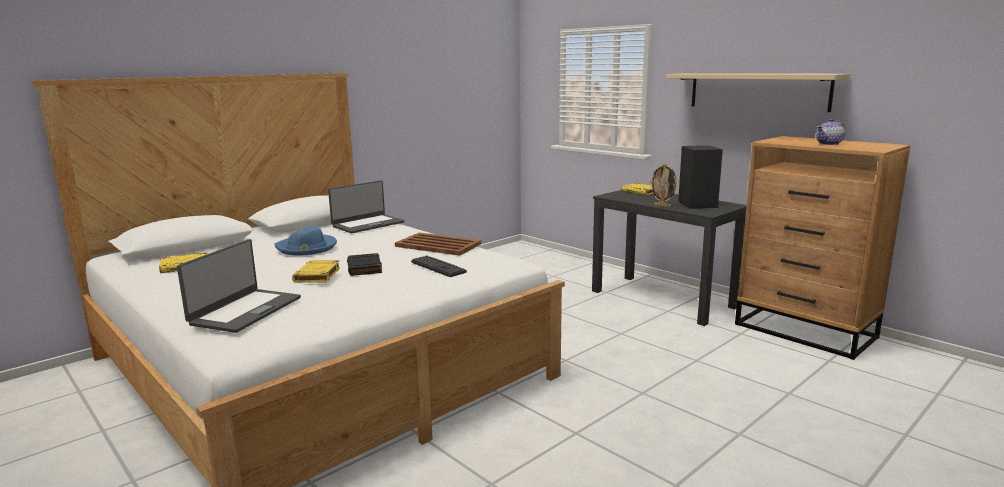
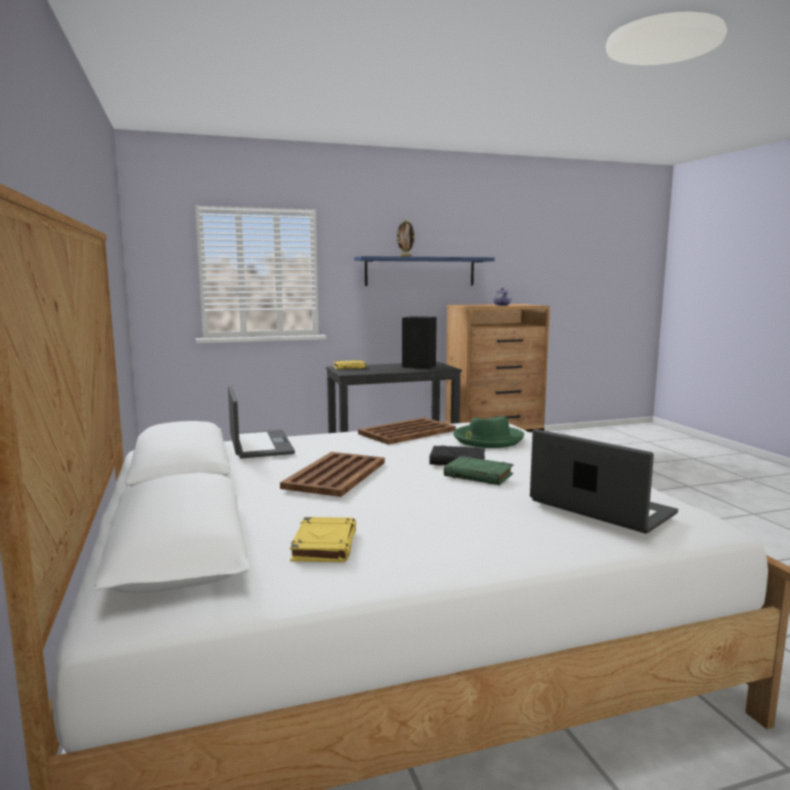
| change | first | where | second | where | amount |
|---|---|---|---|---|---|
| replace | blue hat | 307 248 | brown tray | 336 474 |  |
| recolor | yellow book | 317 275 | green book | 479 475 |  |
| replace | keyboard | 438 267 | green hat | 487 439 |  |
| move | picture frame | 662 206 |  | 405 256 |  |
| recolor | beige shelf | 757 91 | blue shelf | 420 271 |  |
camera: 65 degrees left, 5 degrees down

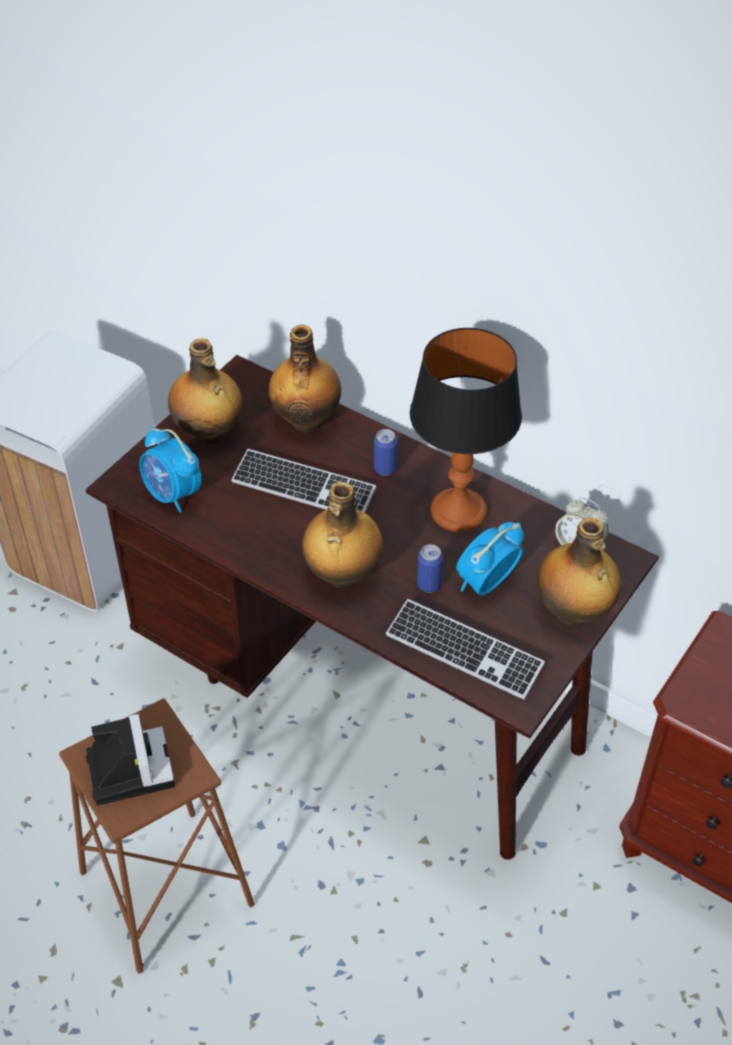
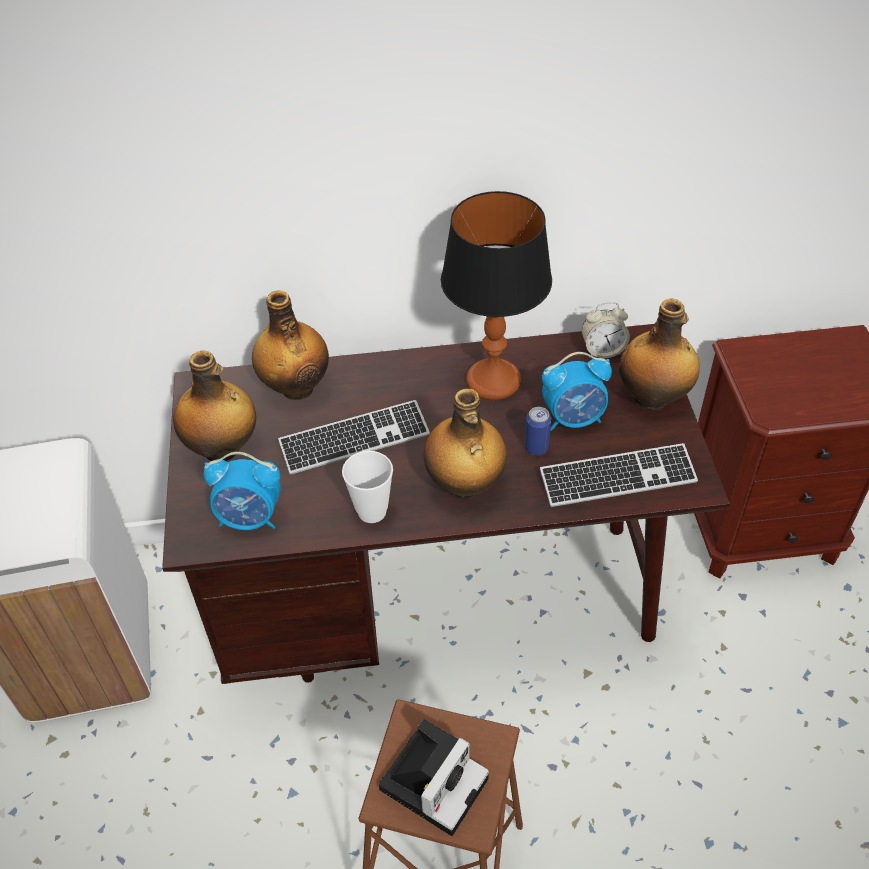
| change | first | where | second | where | amount |
|---|---|---|---|---|---|
| rotate | photo camera | 129 767 |  | 434 780 | 90 degrees clockwise |
| delete | can | 385 469 |  |  |  |
| rotate | alarm clock | 486 583 |  | 573 419 | 105 degrees counterclockwise |
| insert |  |  | cup | 372 511 |  |
camera: 40 degrees left, 0 degrees up

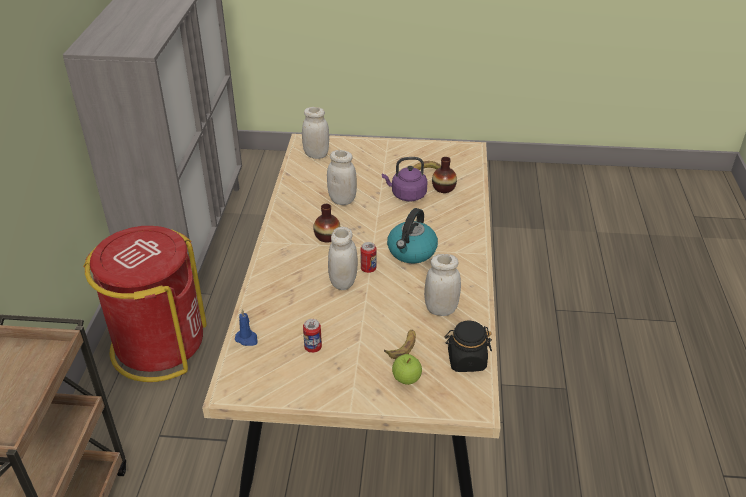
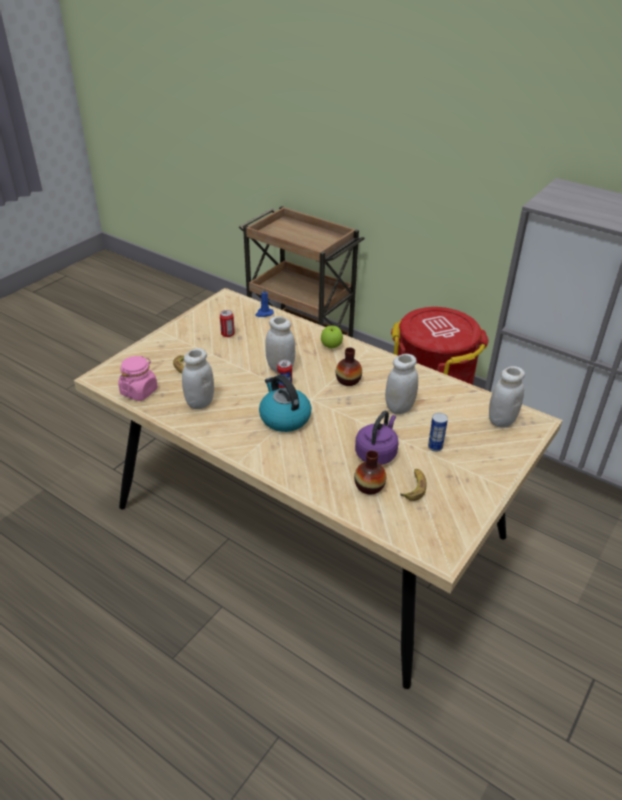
| change | first | where | second | where | amount |
|---|---|---|---|---|---|
| move | apple | 406 379 |  | 331 346 |  |
| recolor | black jar | 466 360 | pink jar | 139 391 |  |
| insert |  |  | can | 435 447 |  |
camera: 120 degrees right, 0 degrees up

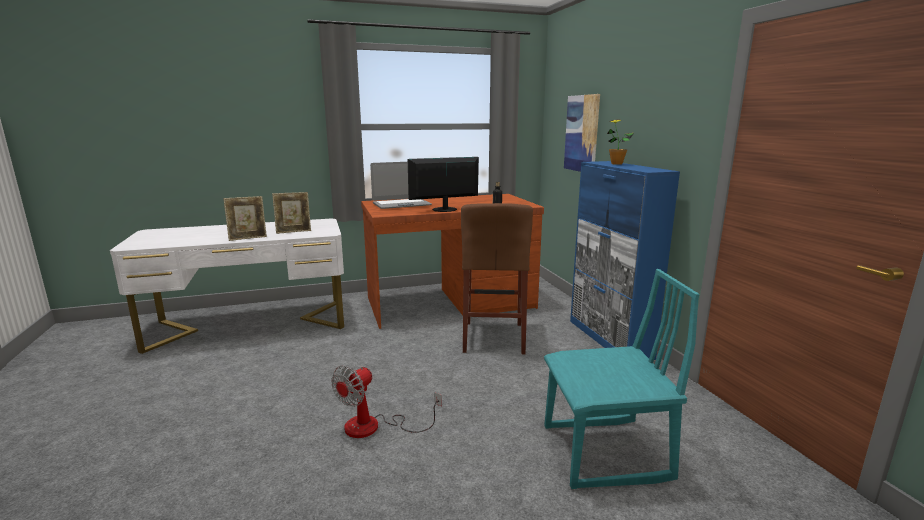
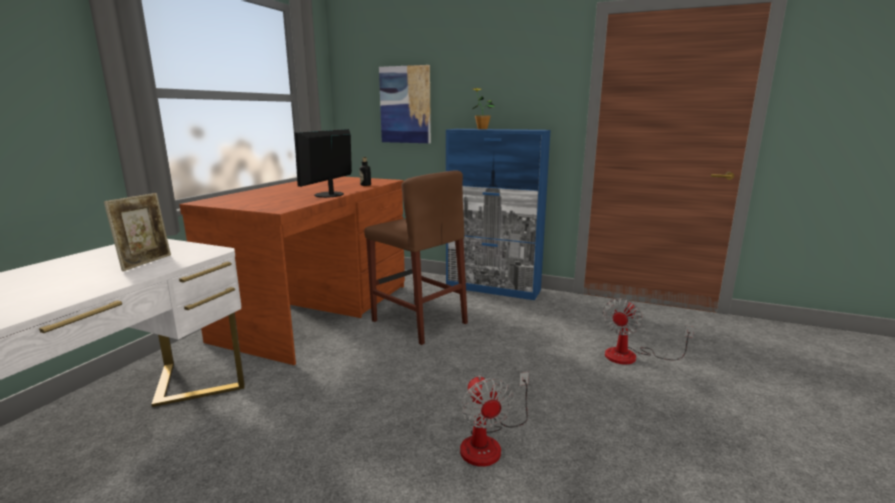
| change | first | where | second | where | amount |
|---|---|---|---|---|---|
| delete | picture frame | 248 238 |  |  |  |
| delete | laptop | 401 204 |  |  |  |
| replace | turquoise chair | 605 453 | fan | 631 356 |  |
camera: 50 degrees left, 0 degrees up

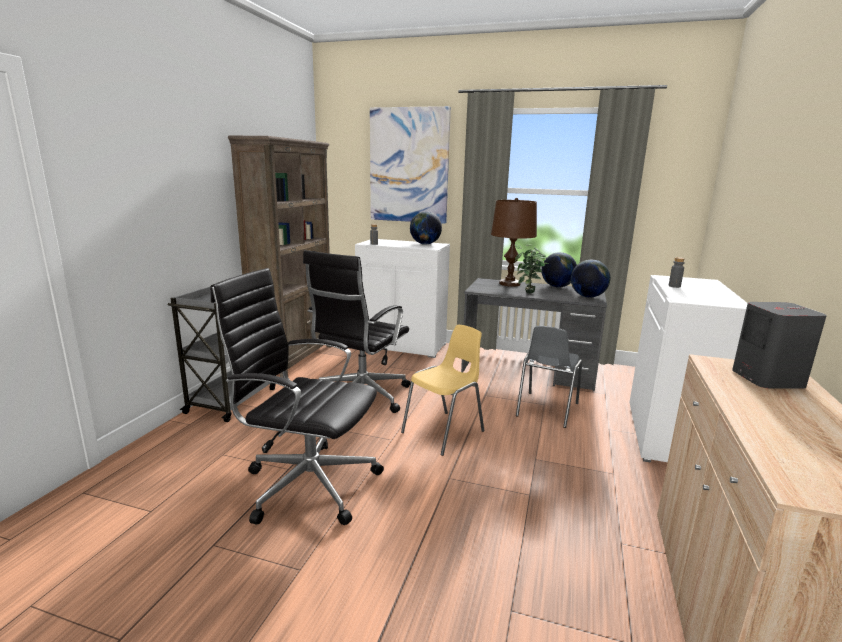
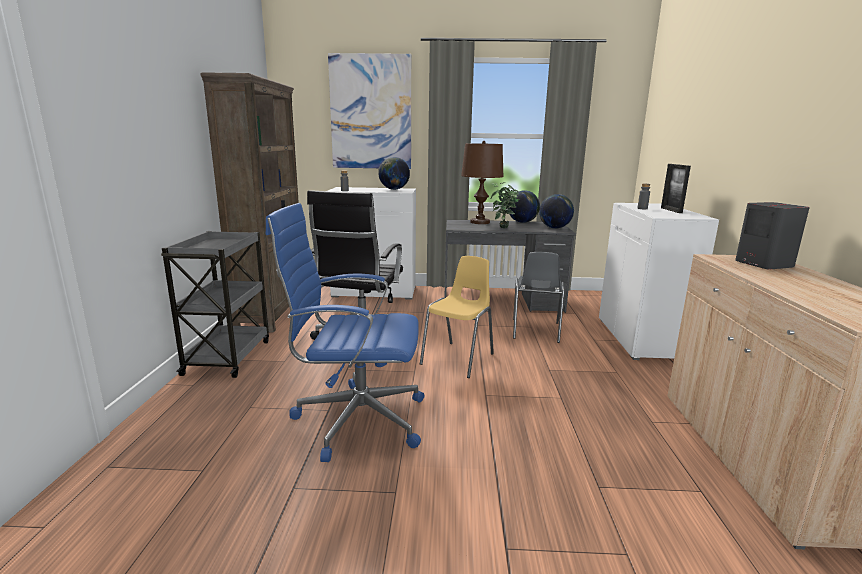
| change | first | where | second | where | amount |
|---|---|---|---|---|---|
| recolor | black office chair | 307 483 | blue office chair | 356 419 |  |
| insert |  |  | picture frame | 671 210 |  |
camera: 15 degrees left, 0 degrees up

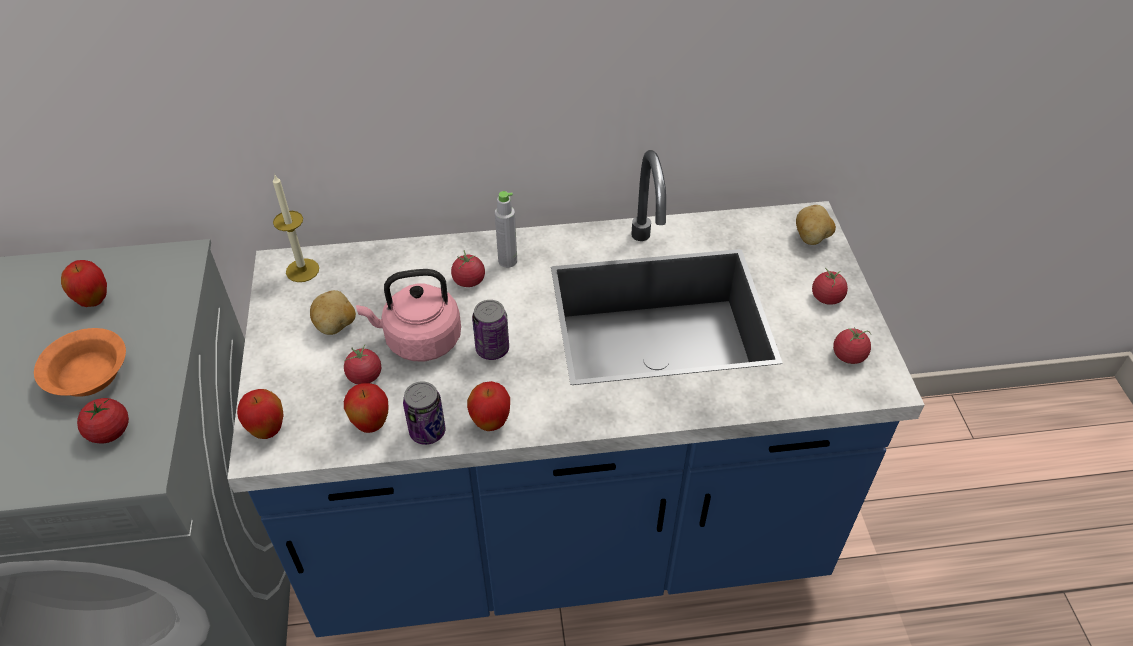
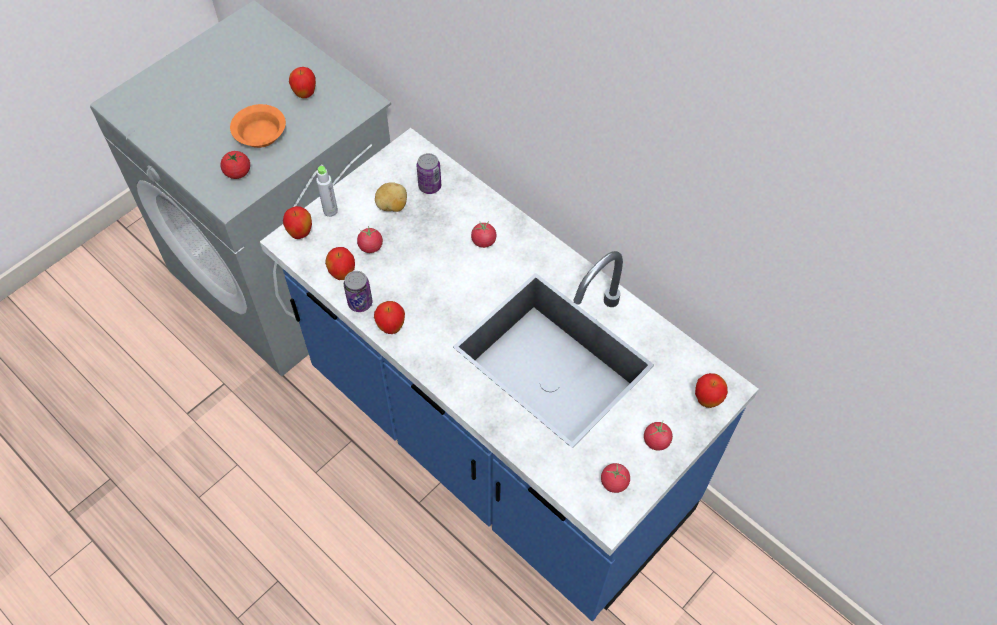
| change | first | where | second | where | amount |
|---|---|---|---|---|---|
| delete | candle | 302 270 |  |  |  |
| delete | pink kettle | 419 340 |  |  |  |
| move | can | 492 349 |  | 430 186 |  |
| move | grey bottle | 507 261 |  | 330 211 |  |
| replace | potato | 811 238 | apple | 707 400 |  |
camera: 50 degrees right, 10 degrees up

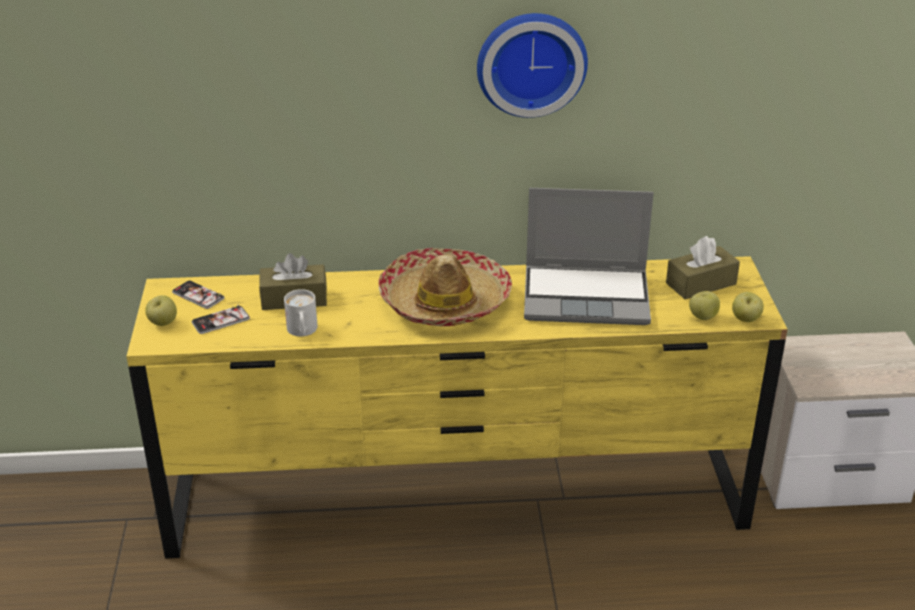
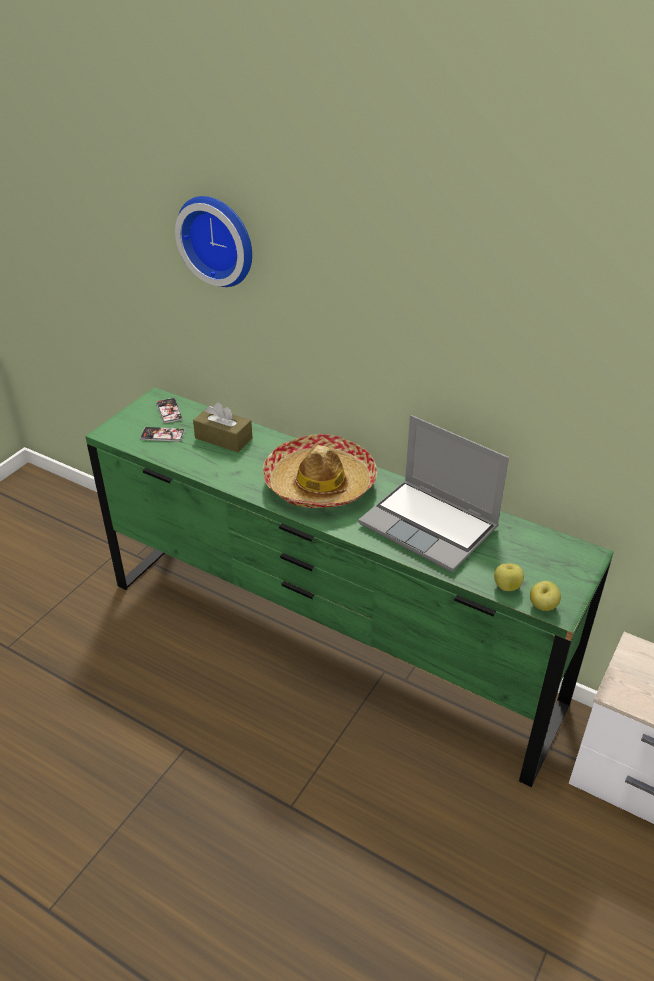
| change | first | where | second | where | amount |
|---|---|---|---|---|---|
| recolor | yellow dresser | 457 501 | green dresser | 327 642 |  |
| delete | apple | 163 323 |  |  |  |
| delete | white mug | 302 332 |  |  |  |
| move | wall clock | 531 62 |  | 219 239 |  |
| delete | brown tissue box | 701 284 |  |  |  |
camera: 35 degrees right, 5 degrees up

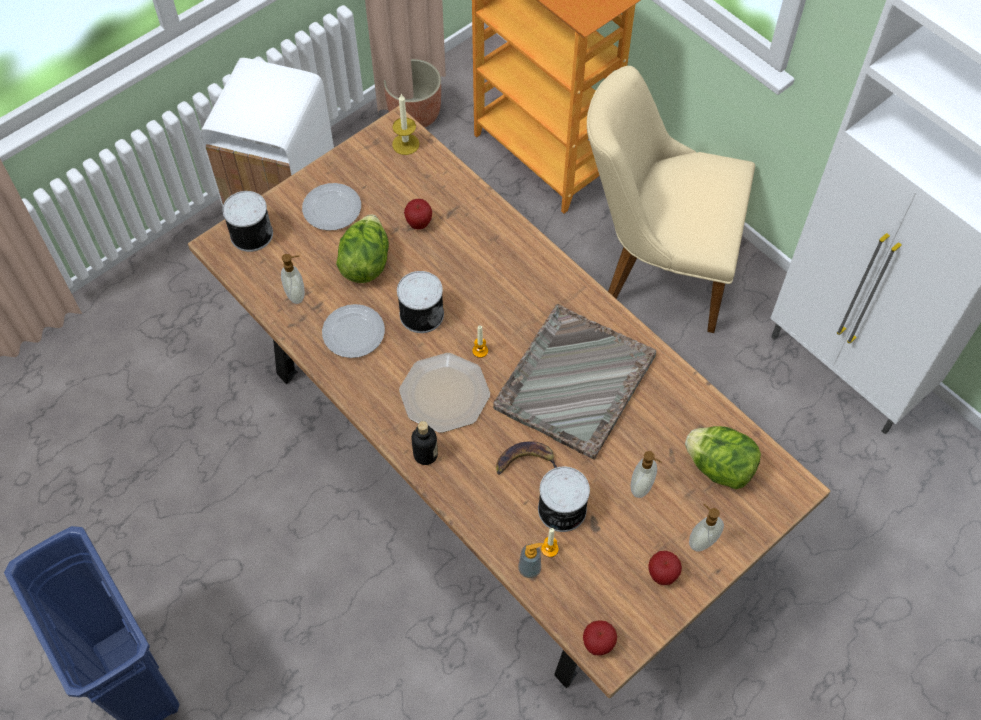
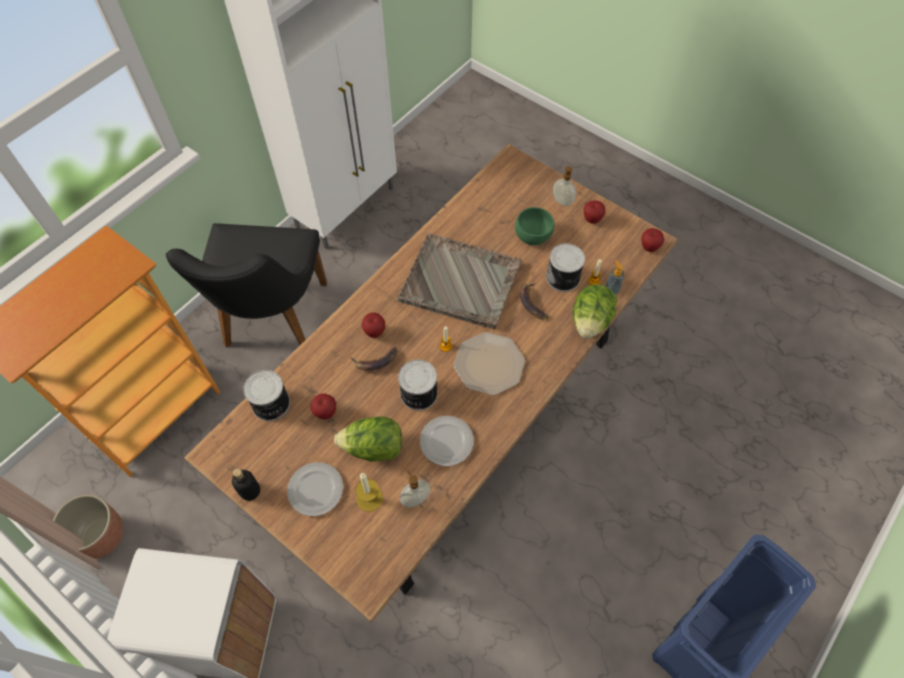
| change | first | where | second | where | amount |
|---|---|---|---|---|---|
| move | can | 250 234 |  | 271 404 |  |
| move | candle | 405 144 |  | 369 498 |  |
| move | bottle | 425 454 |  | 250 491 |  |
| recolor | beige chair | 655 267 | black chair | 271 322 |  |
| replace | soap dispenser | 642 487 | green bowl | 533 235 |  |
| move | lettuce | 719 467 |  | 590 321 |  |
| insert |  |  | banana | 376 361 |  |
| insert |  |  | apple | 375 332 |  |
camera: 100 degrees left, 0 degrees up

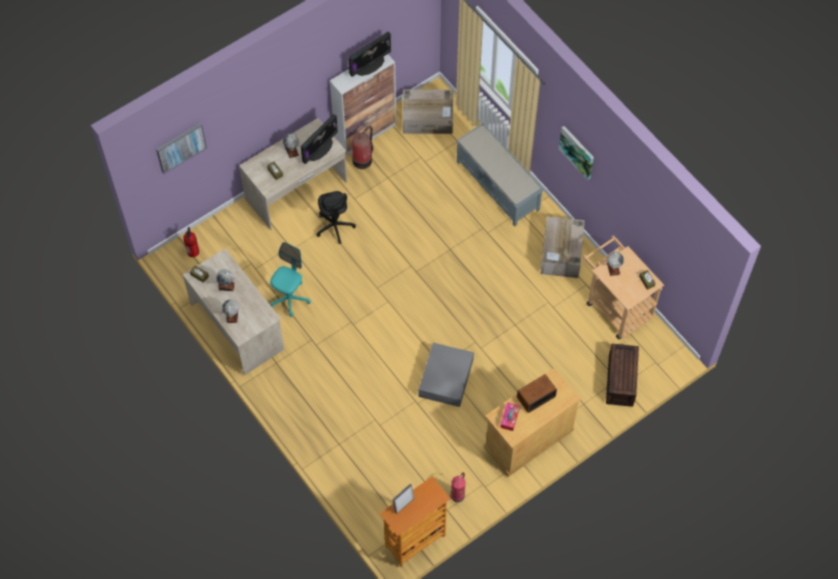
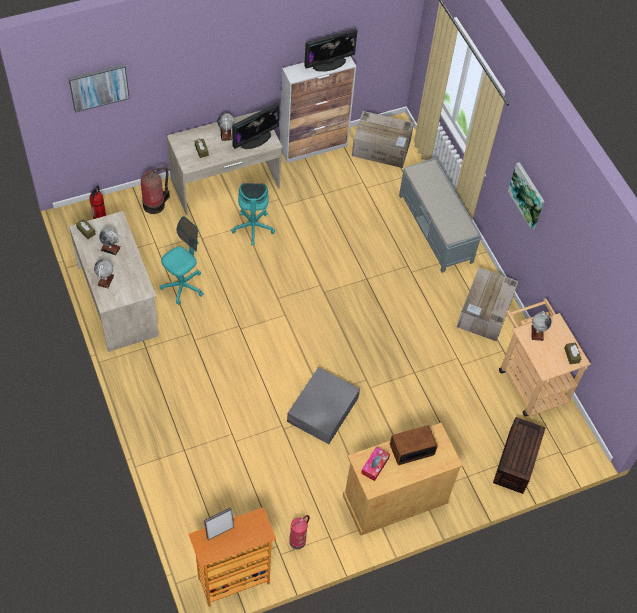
| change | first | where | second | where | amount |
|---|---|---|---|---|---|
| recolor | black office chair | 335 227 | turquoise office chair | 253 228 |  |
| move | fire extinguisher | 363 159 |  | 155 204 |  |
camera: 10 degrees right, 5 degrees down

